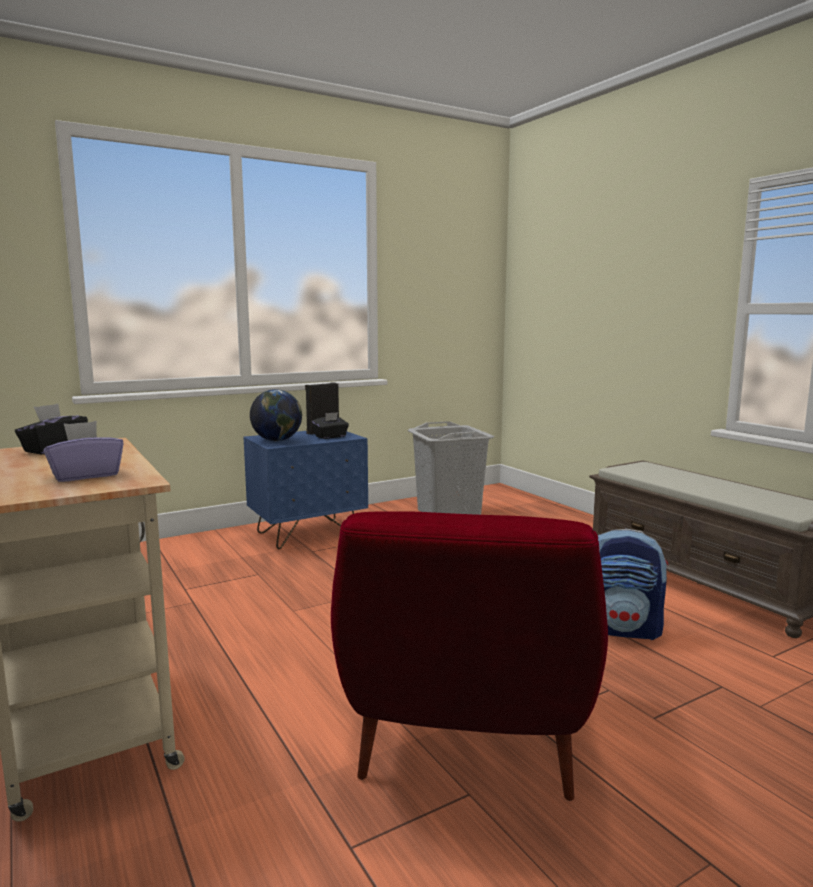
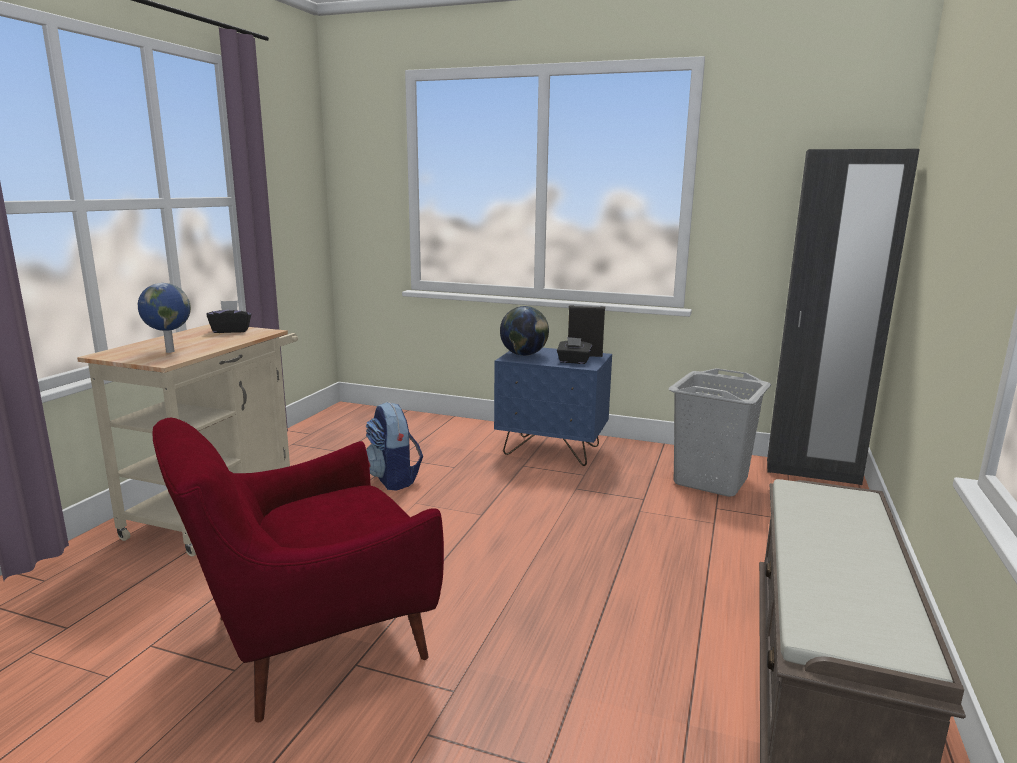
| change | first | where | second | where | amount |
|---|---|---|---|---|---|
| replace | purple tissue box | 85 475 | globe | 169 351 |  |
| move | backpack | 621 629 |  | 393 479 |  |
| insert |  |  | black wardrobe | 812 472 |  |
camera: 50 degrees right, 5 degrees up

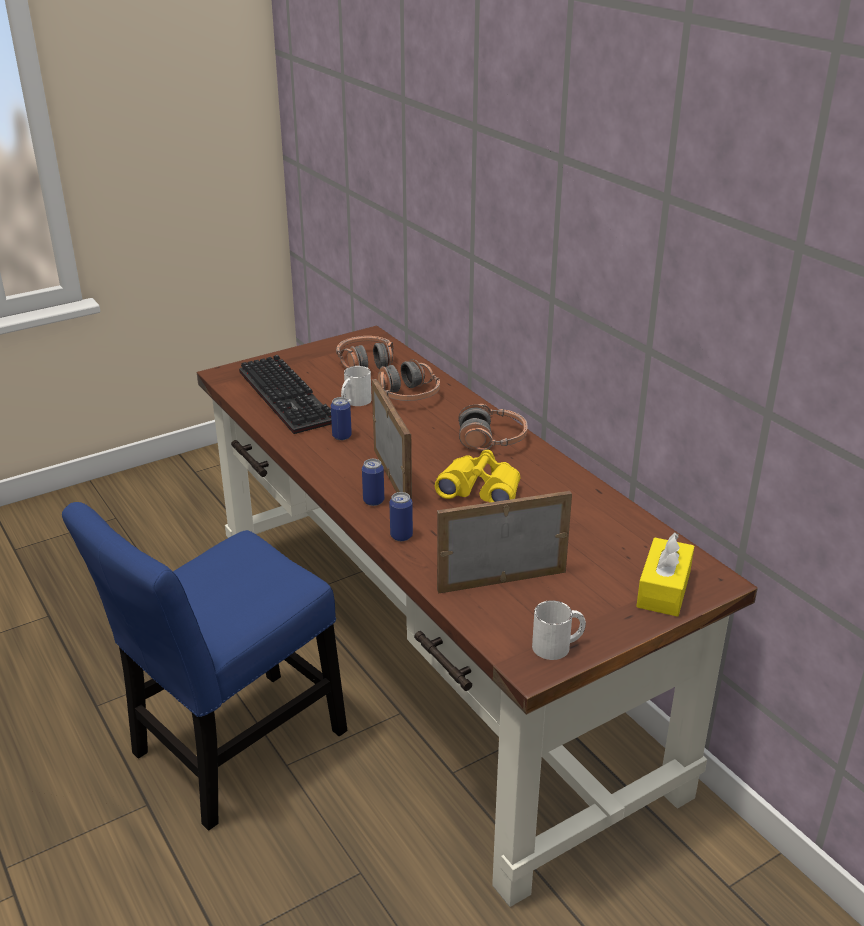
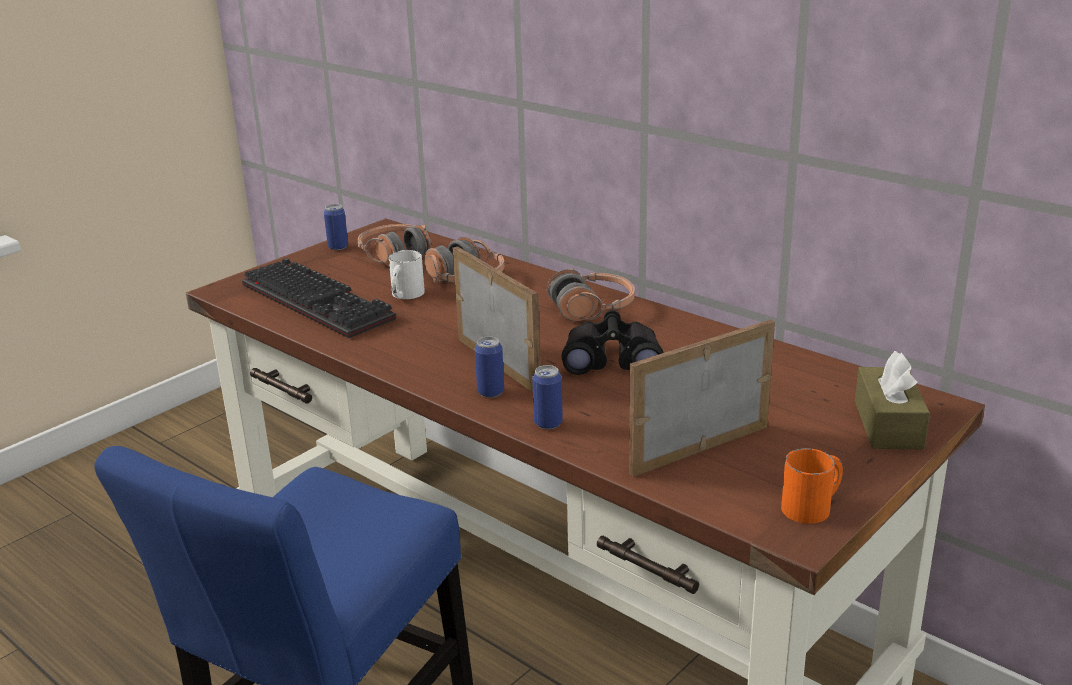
| change | first | where | second | where | amount |
|---|---|---|---|---|---|
| move | can | 342 436 |  | 338 247 |  |
| recolor | yellow binoculars | 480 490 | black binoculars | 612 360 |  |
| recolor | white mug | 558 645 | orange mug | 813 506 |  |
| recolor | yellow tissue box | 663 589 | brown tissue box | 888 424 |  |
camera: 15 degrees left, 5 degrees down

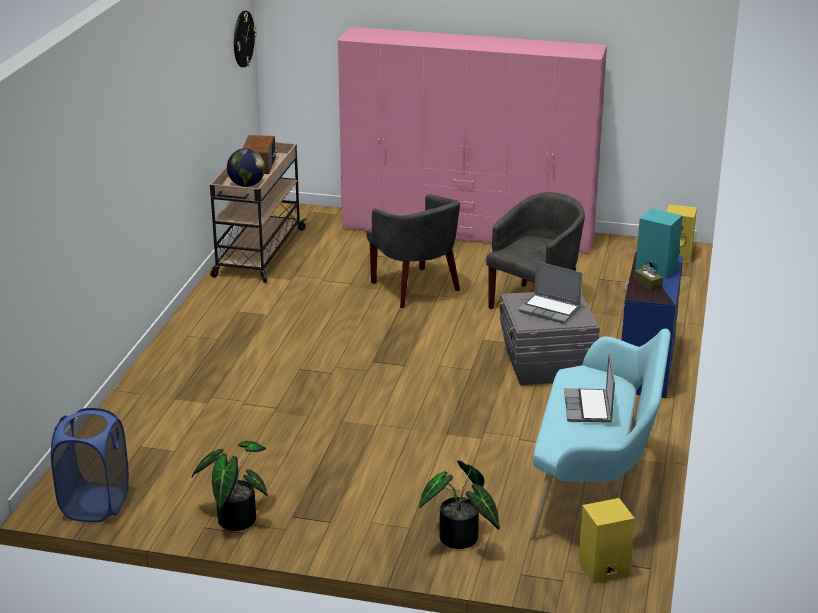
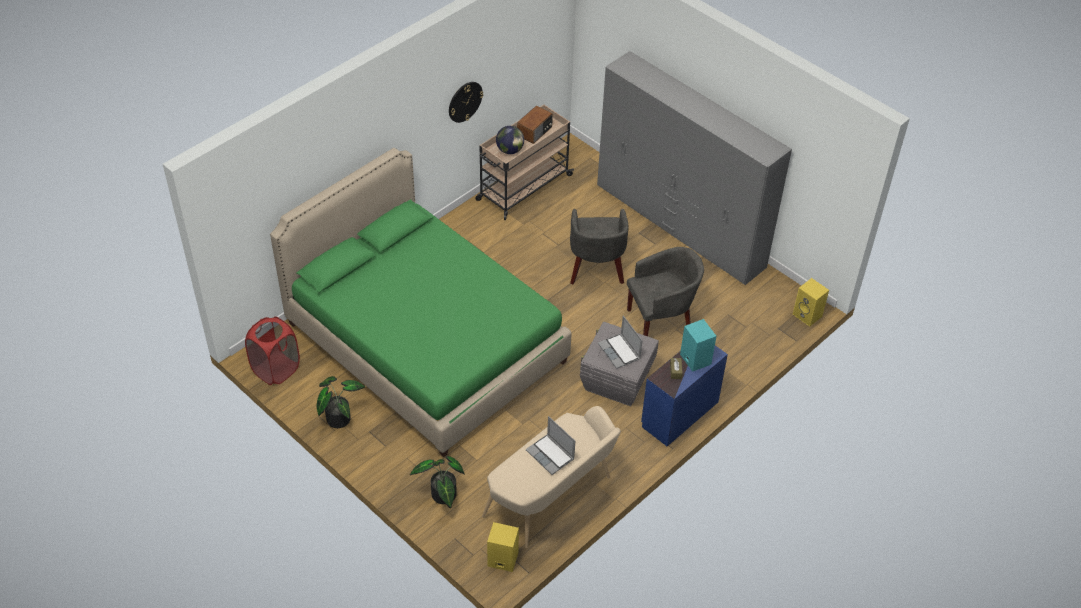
| change | first | where | second | where | amount |
|---|---|---|---|---|---|
| recolor | blue laundry basket | 95 504 | red laundry basket | 276 369 |  |
| move | wall clock | 243 39 |  | 465 101 |  |
| recolor | pink wardrobe | 467 232 | grey wardrobe | 679 225 |  |
| recolor | turquoise bench | 596 490 | beige bench | 552 499 |  |
| rotate | laptop | 589 408 |  | 551 455 | 75 degrees counterclockwise |
| insert |  |  | green bed | 426 343 |  |
camera: 30 degrees right, 20 degrees up

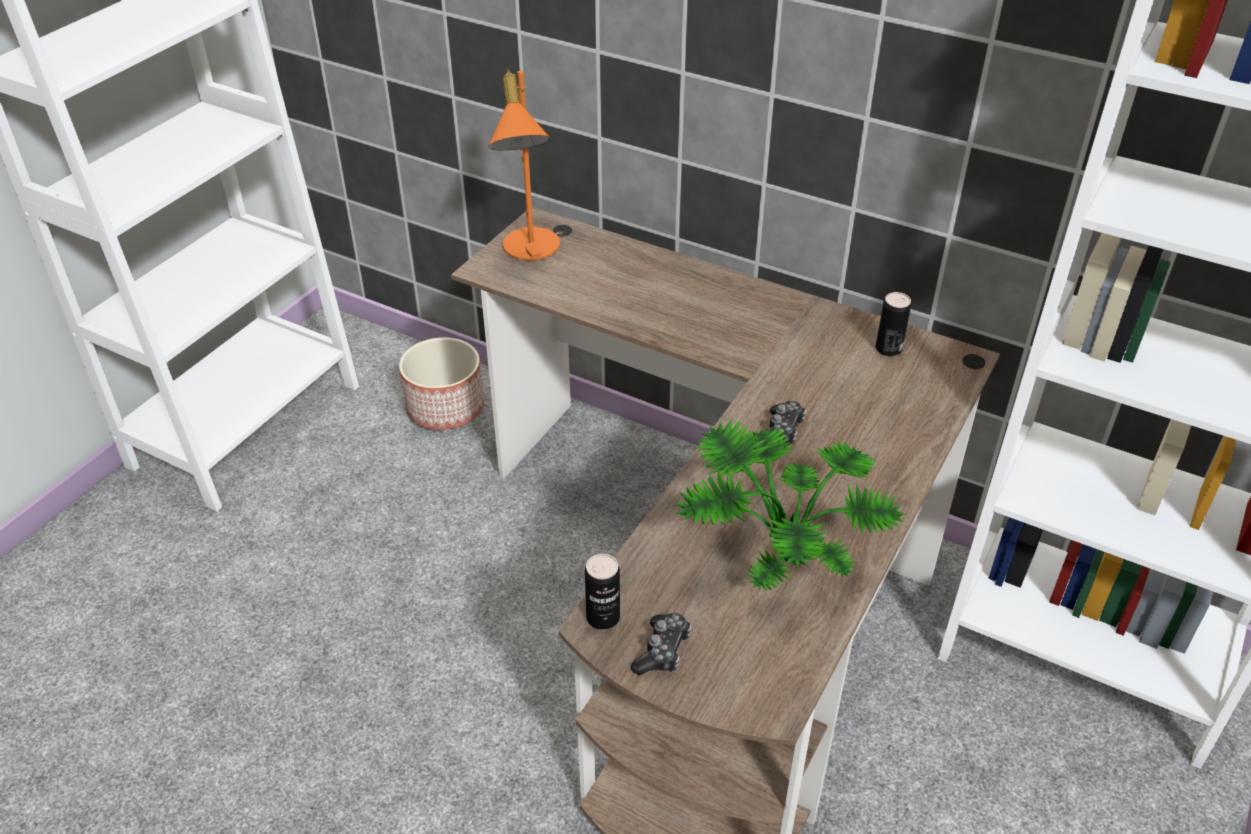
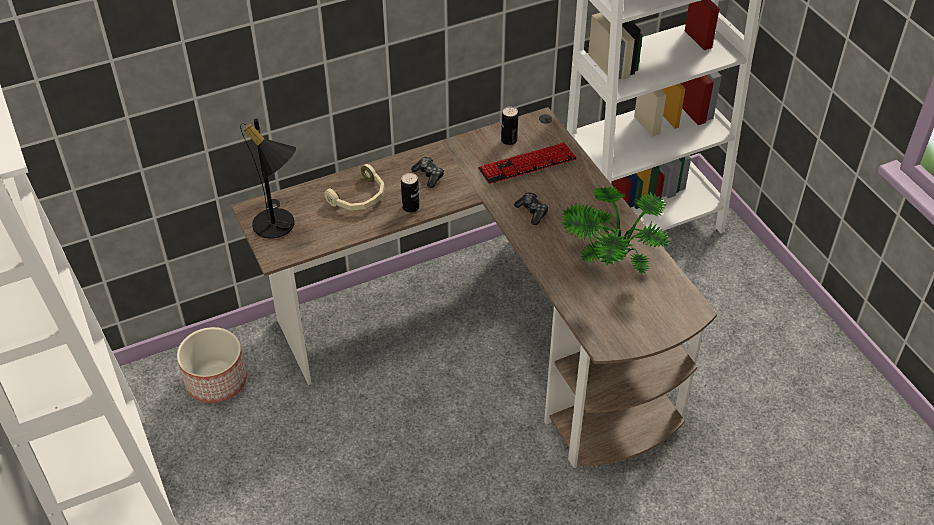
| change | first | where | second | where | amount |
|---|---|---|---|---|---|
| recolor | orange table lamp | 529 250 | black table lamp | 279 227 |  |
| move | can | 603 617 |  | 410 207 |  |
| move | game controller | 662 651 |  | 429 175 |  |
| insert |  |  | beige headphones | 360 198 |  |
| insert |  |  | keyboard | 527 165 |  |
camera: 55 degrees left, 5 degrees up

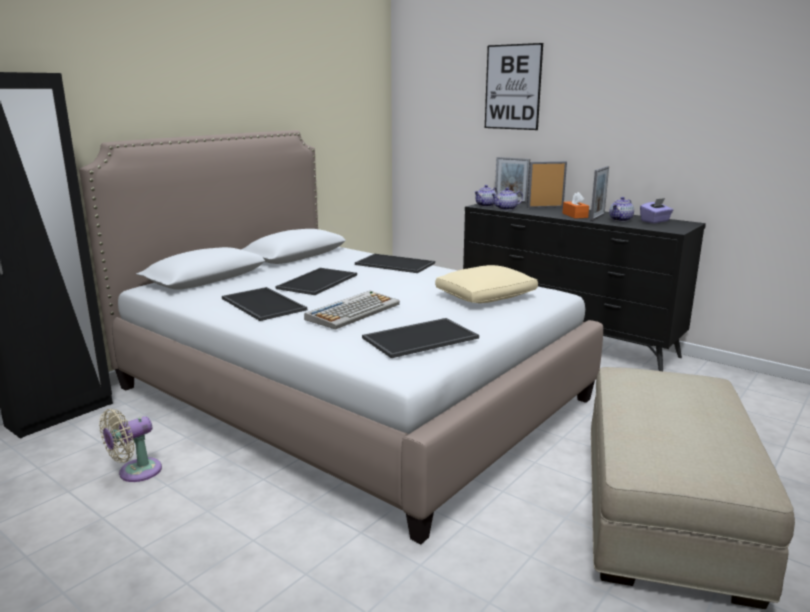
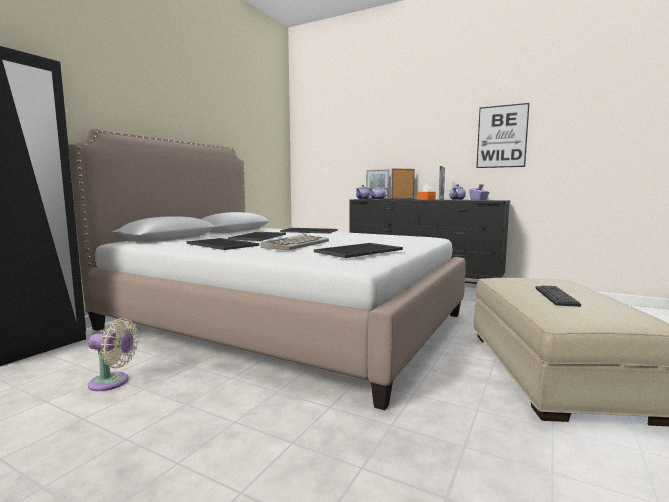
| change | first | where | second | where | amount |
|---|---|---|---|---|---|
| rotate | beige fan | 135 472 |  | 112 382 | 120 degrees counterclockwise |
| delete | beige pillow | 486 296 |  |  |  |
| move | picture | 513 87 |  | 502 136 |  |
| insert |  |  | keyboard | 556 296 |  |
camera: 10 degrees left, 10 degrees down

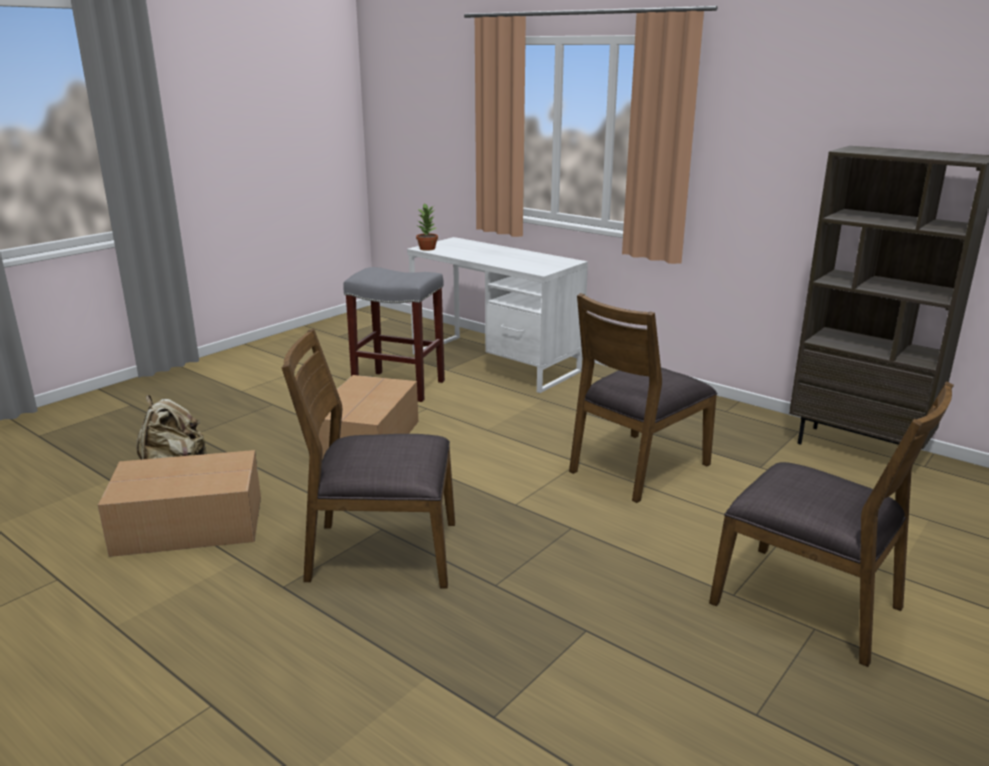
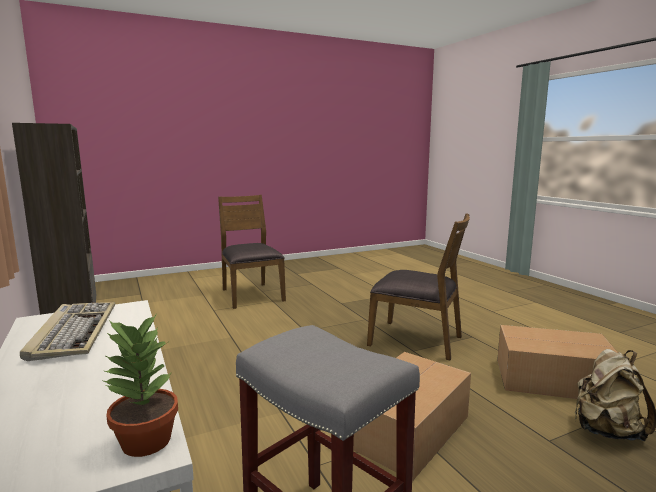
| change | first | where | second | where | amount |
|---|---|---|---|---|---|
| delete | brown chair | 637 467 |  |  |  |
| insert |  |  | keyboard | 74 332 |  |
camera: 155 degrees left, 10 degrees down

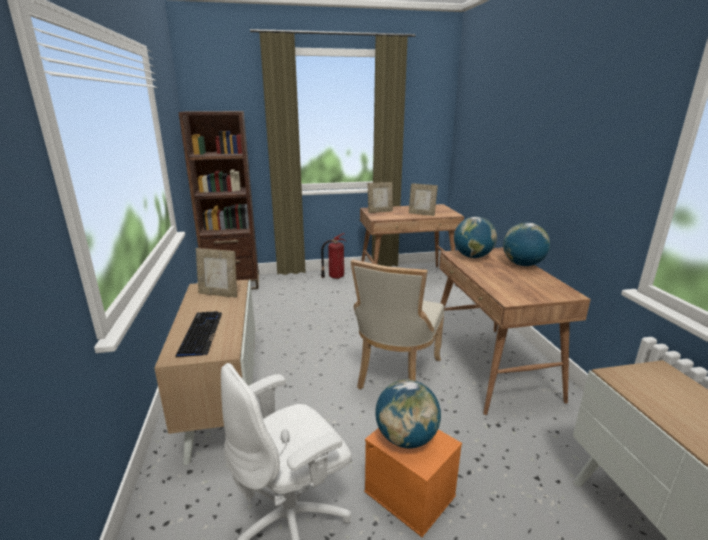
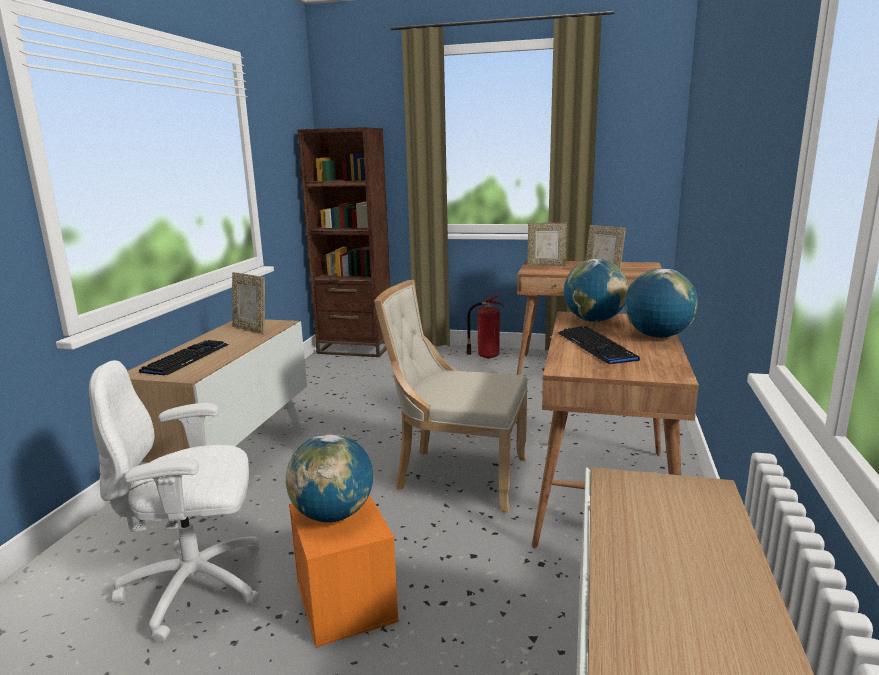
| change | first | where | second | where | amount |
|---|---|---|---|---|---|
| rotate | beige chair | 395 374 |  | 456 476 | 60 degrees clockwise |
| insert |  |  | keyboard | 596 346 |  |
camera: 25 degrees right, 5 degrees down

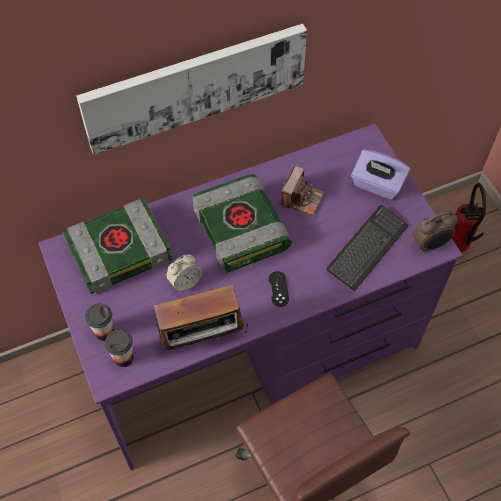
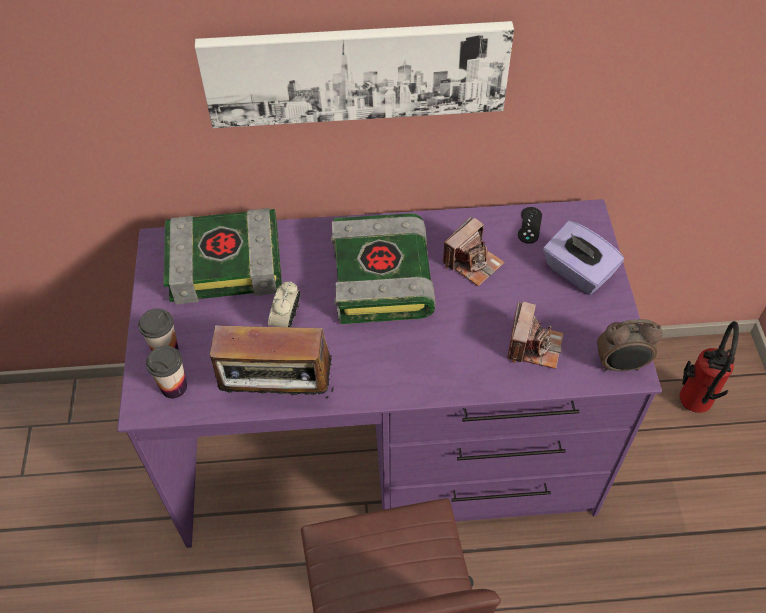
| change | first | where | second | where | amount |
|---|---|---|---|---|---|
| rotate | alarm clock | 184 282 |  | 286 320 | 120 degrees clockwise |
| move | black game controller | 278 289 |  | 529 225 |  |
| replace | keyboard | 367 248 | photo camera | 533 346 |  |
camera: 20 degrees right, 5 degrees down

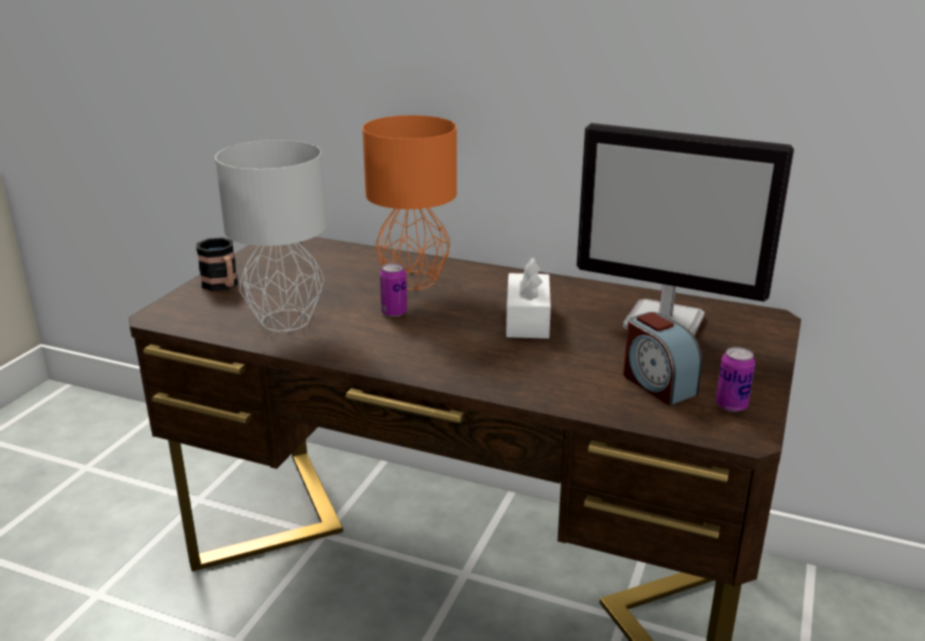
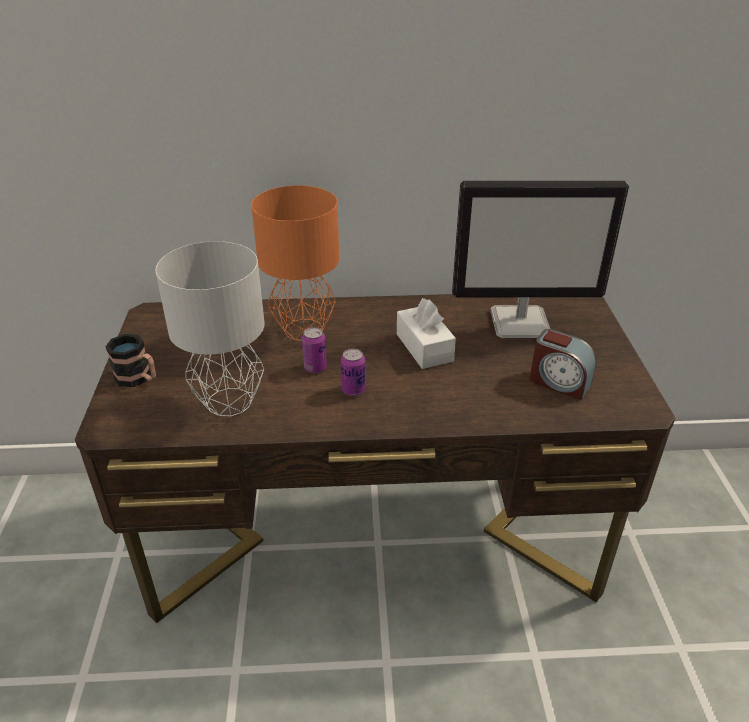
| change | first | where | second | where | amount |
|---|---|---|---|---|---|
| move | can | 731 405 |  | 353 390 |  |
camera: 25 degrees left, 10 degrees up

